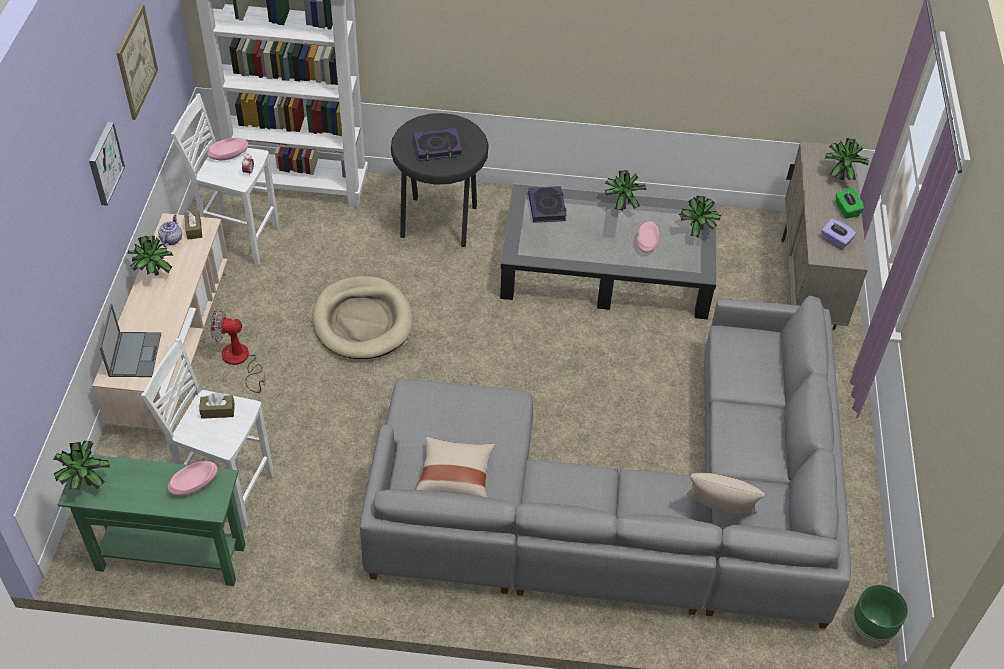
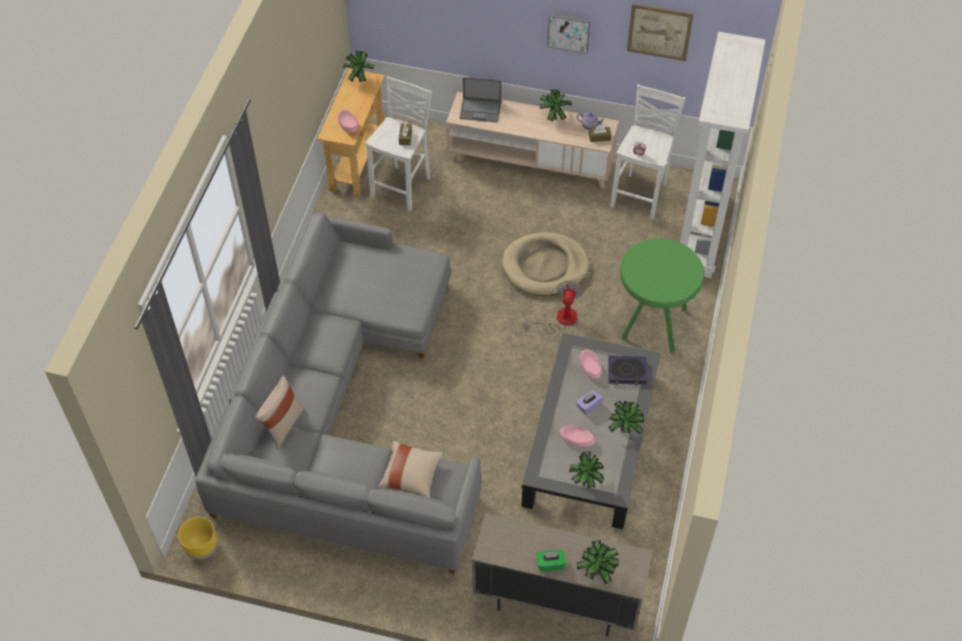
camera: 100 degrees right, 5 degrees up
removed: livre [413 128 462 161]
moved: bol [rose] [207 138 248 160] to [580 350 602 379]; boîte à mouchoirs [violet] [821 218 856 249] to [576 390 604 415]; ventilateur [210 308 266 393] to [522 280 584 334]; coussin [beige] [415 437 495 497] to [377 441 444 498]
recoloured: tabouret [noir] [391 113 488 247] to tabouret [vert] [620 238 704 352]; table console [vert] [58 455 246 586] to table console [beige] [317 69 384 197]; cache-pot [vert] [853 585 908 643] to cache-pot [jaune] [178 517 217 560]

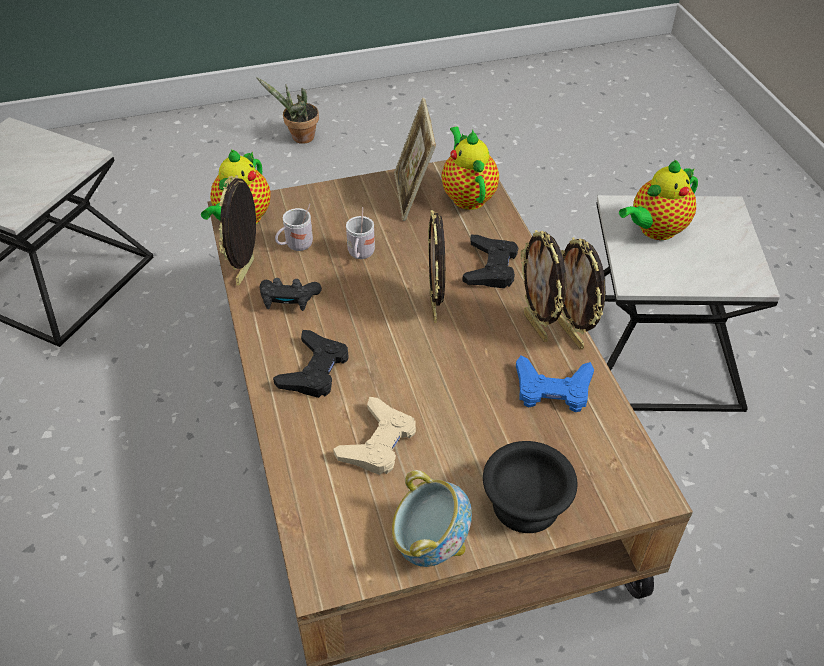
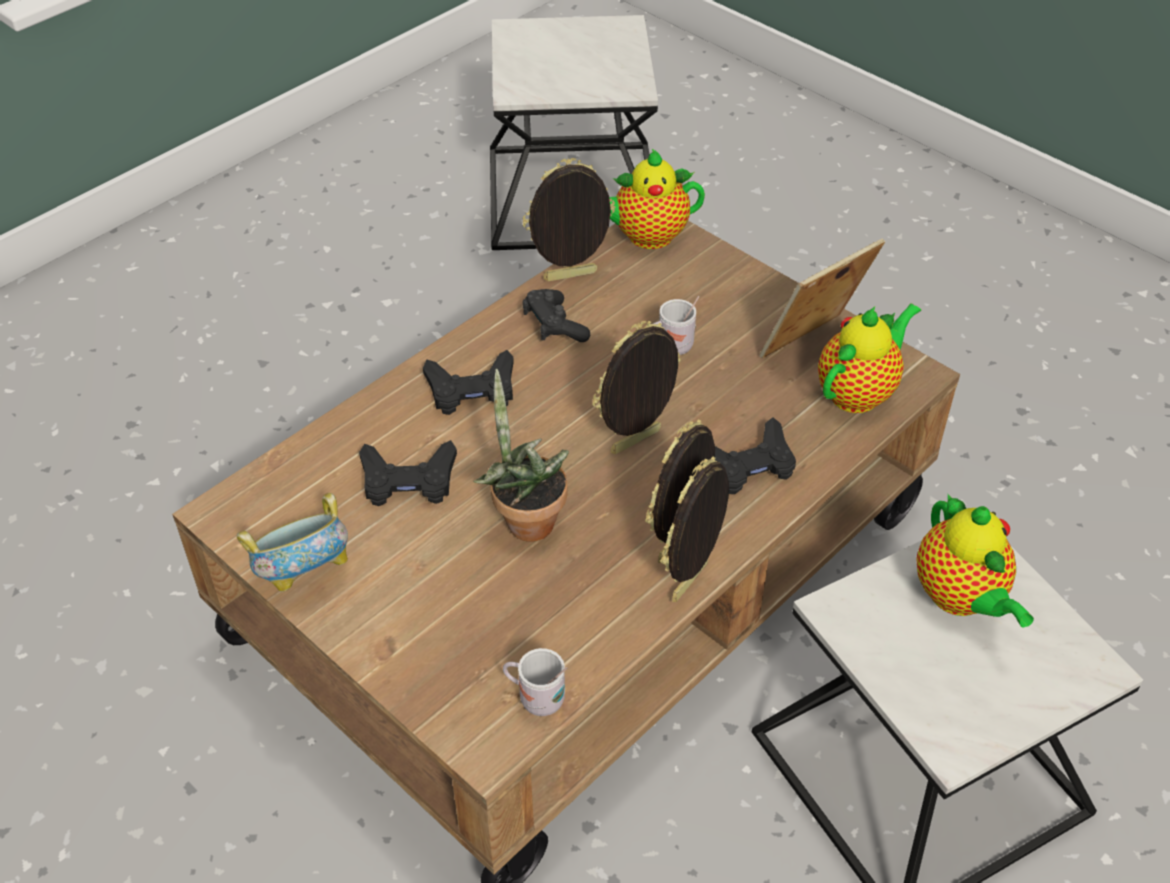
camera: 60 degrees right, 0 degrees up
removed: manette [bleu] [516 355 594 412]; bol [noir] [483 441 578 533]
moved: plante en pot [256 77 319 144] to [473 369 569 542]; mug [blanc] [275 203 313 251] to [503 648 567 716]
recoloured: manette [beige] [333 397 416 475] to manette [noir] [359 440 457 506]
turned: théière [619 160 698 240] = [916 494 1034 628] 135 degrees counterclockwise

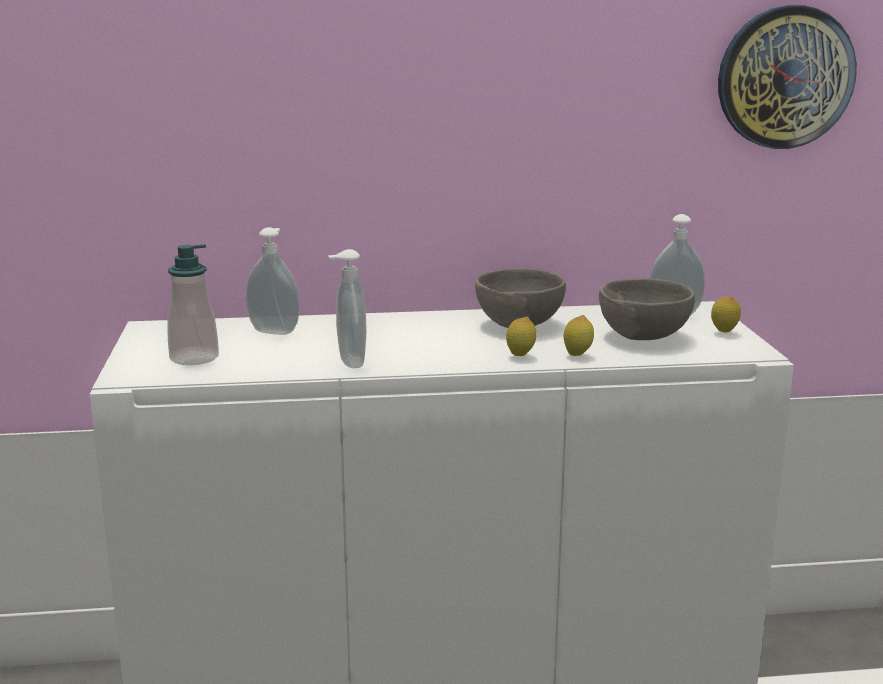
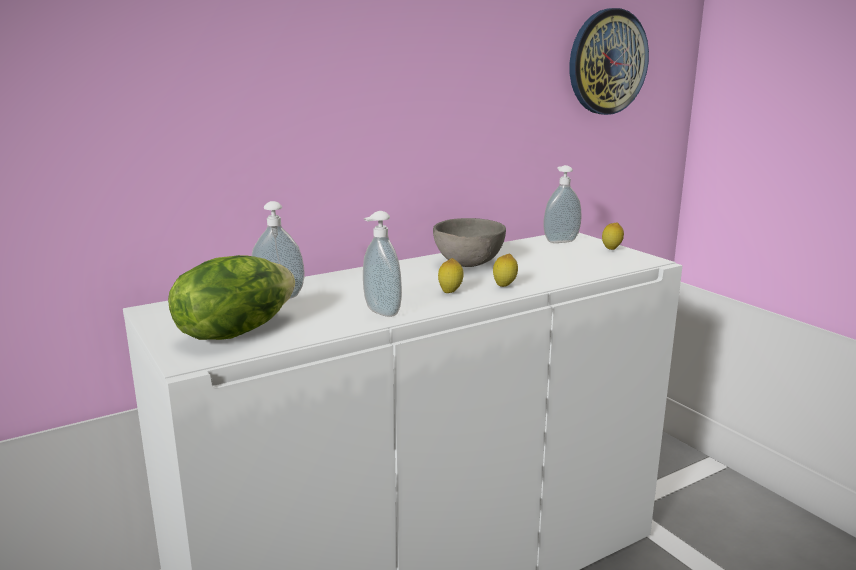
camera: 25 degrees left, 0 degrees up
removed: bol [gris] [599 278 695 340]
moved: citron [564 315 594 356] to [438 258 463 293]
replaced: distributeur de savon [167 244 219 365] to laitue [168 255 295 340]

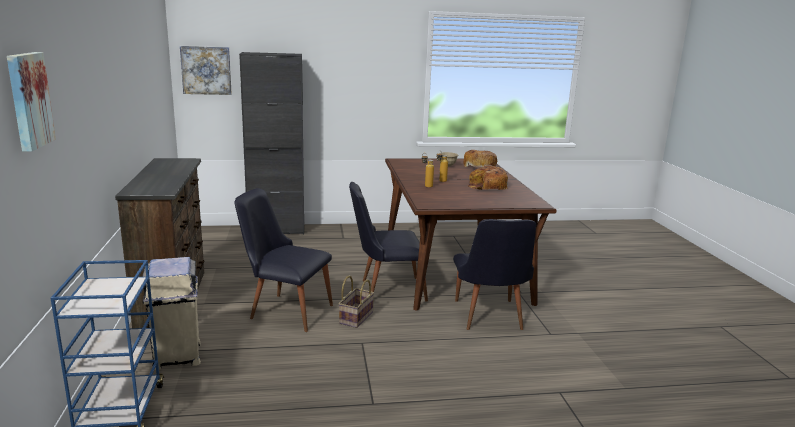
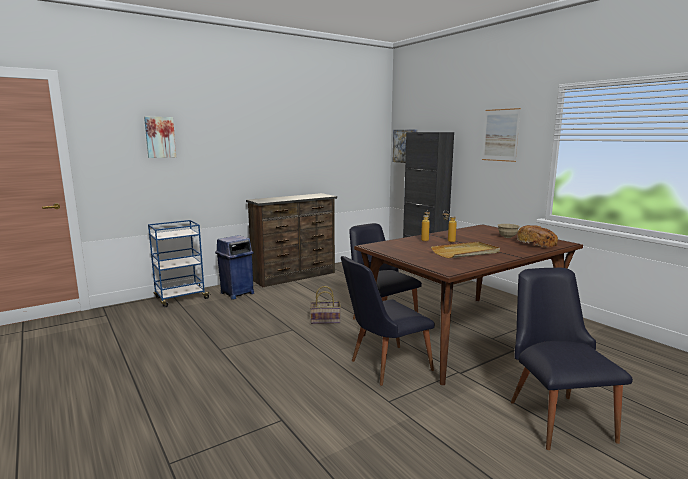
camera: 65 degrees right, 5 degrees down
added: tableau [482 108 521 162]
moved: chaise [noir] [235 188 333 332] to [511 268 633 450]
replaced: pain [468 166 508 190] to plateau [beige] [431 242 500 258]
recoloured: poubelle [beige] [142 257 201 370] to poubelle [bleu] [215 235 254 300]

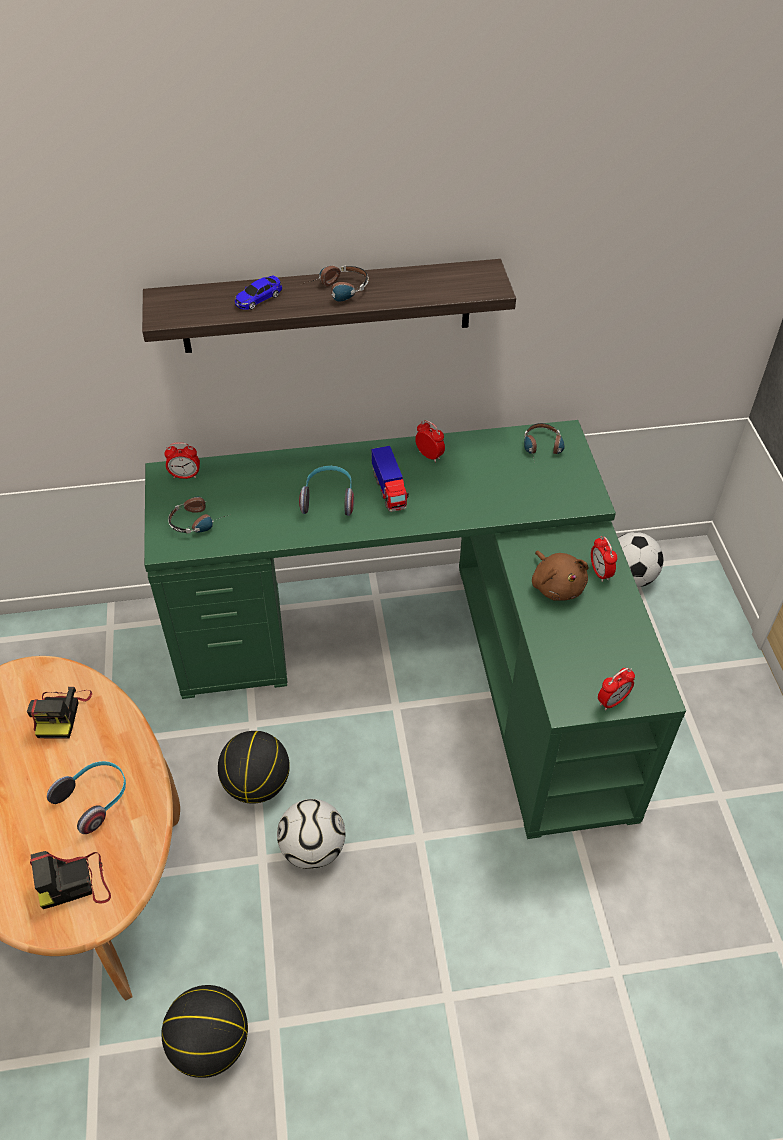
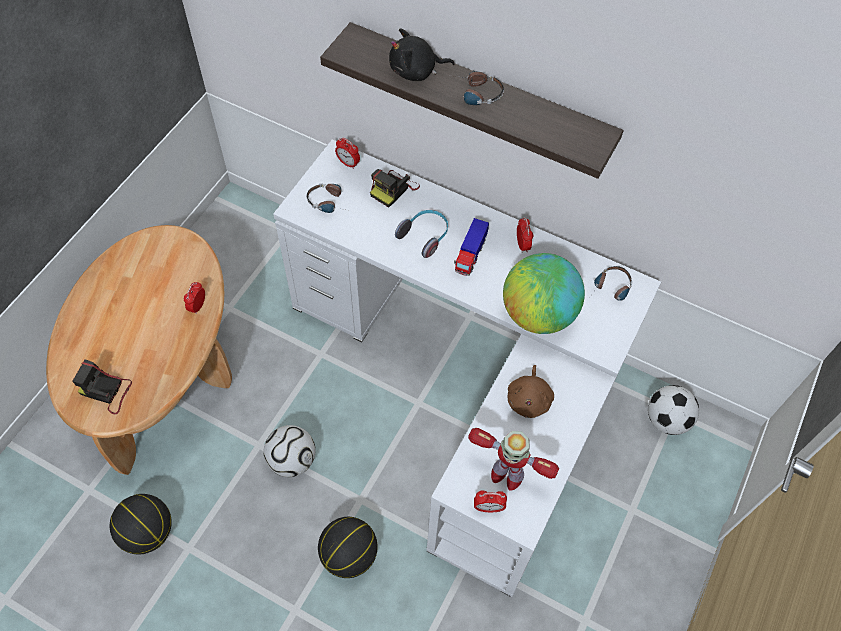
camera: 35 degrees right, 10 degrees up
removed: casque audio [47 761 126 834]
added: globe [503 253 585 334]; robot jouet [468 428 559 491]
moved: réveil [591 536 617 582] to [184 282 205 314]; appareil photo [27 687 92 739] to [370 169 420 208]; ballon de basket [218 731 290 804] to [318 517 378 578]
replaced: petite voiture [235 275 282 310] to peluche [noir] [389 28 454 81]
recoloured: bureau [vert] [144 420 686 839] to bureau [blanc] [273 139 661 597]

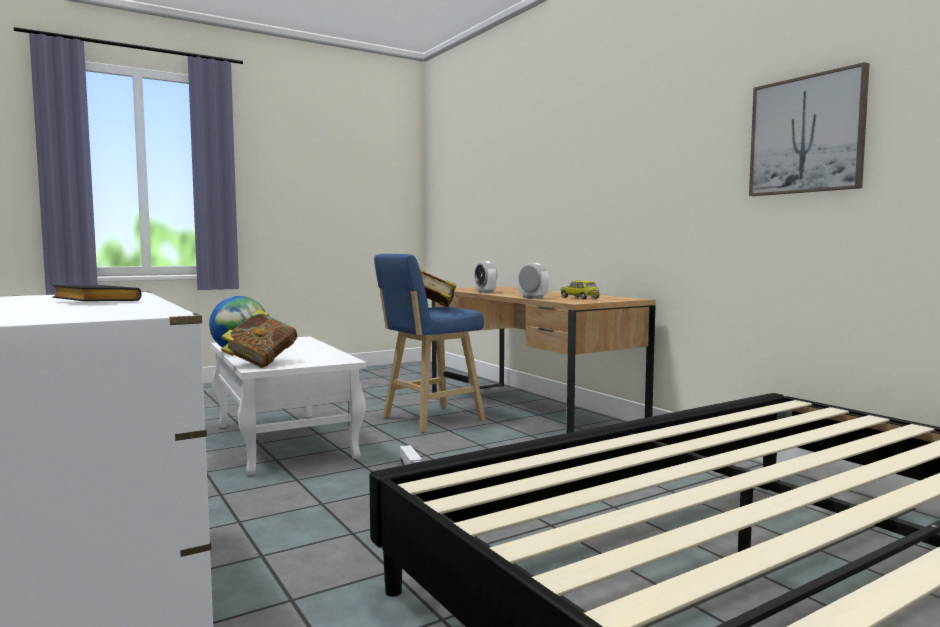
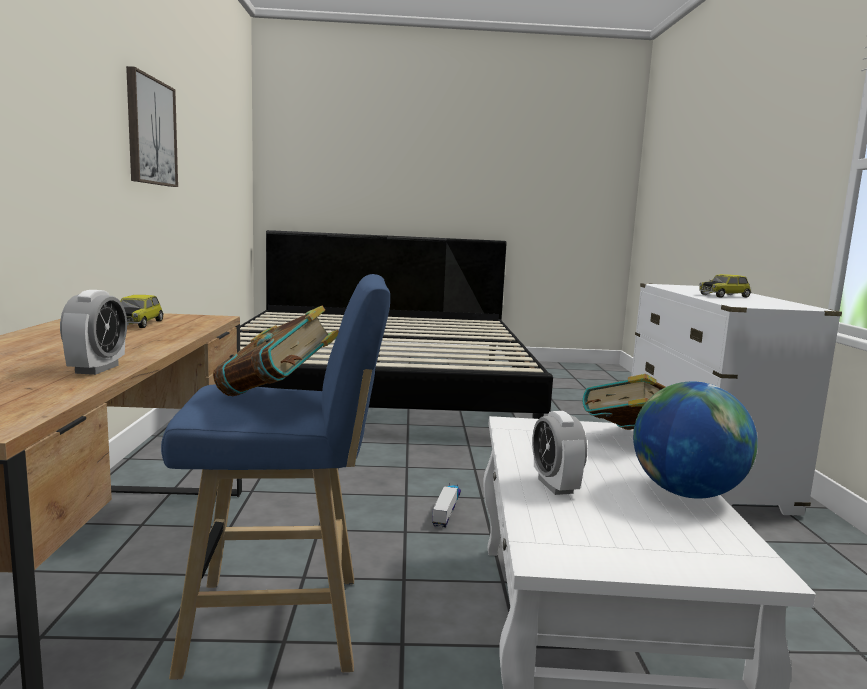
camera: 150 degrees left, 5 degrees up
moved: réveil [518 263 549 299] to [532 411 587 495]
replaced: livre [noir] [53 285 142 301] to petite voiture [699 274 752 298]

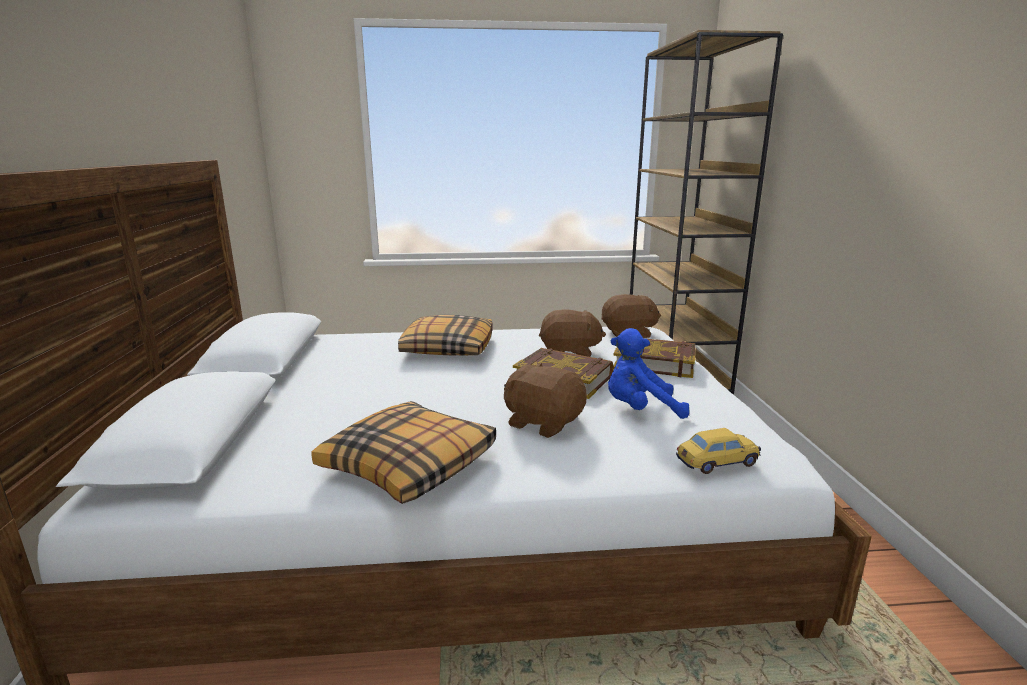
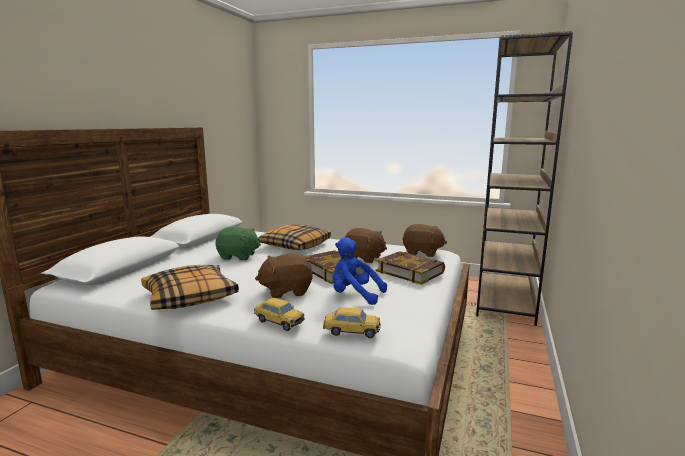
camera: 25 degrees right, 5 degrees down
added: peluche [vert] [215 227 261 260]; petite voiture [254 298 305 331]
turned: peluche [marron] [504 363 587 438] = [255 254 313 298] 75 degrees counterclockwise

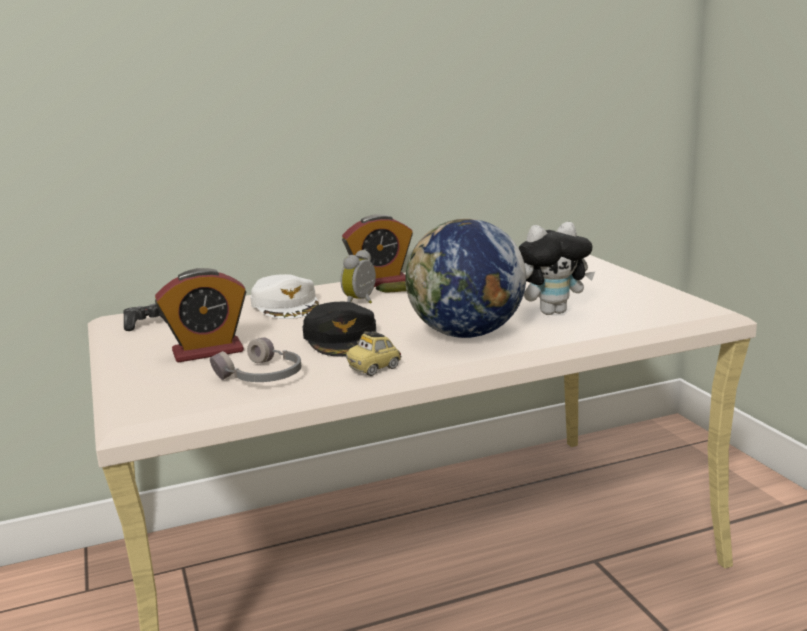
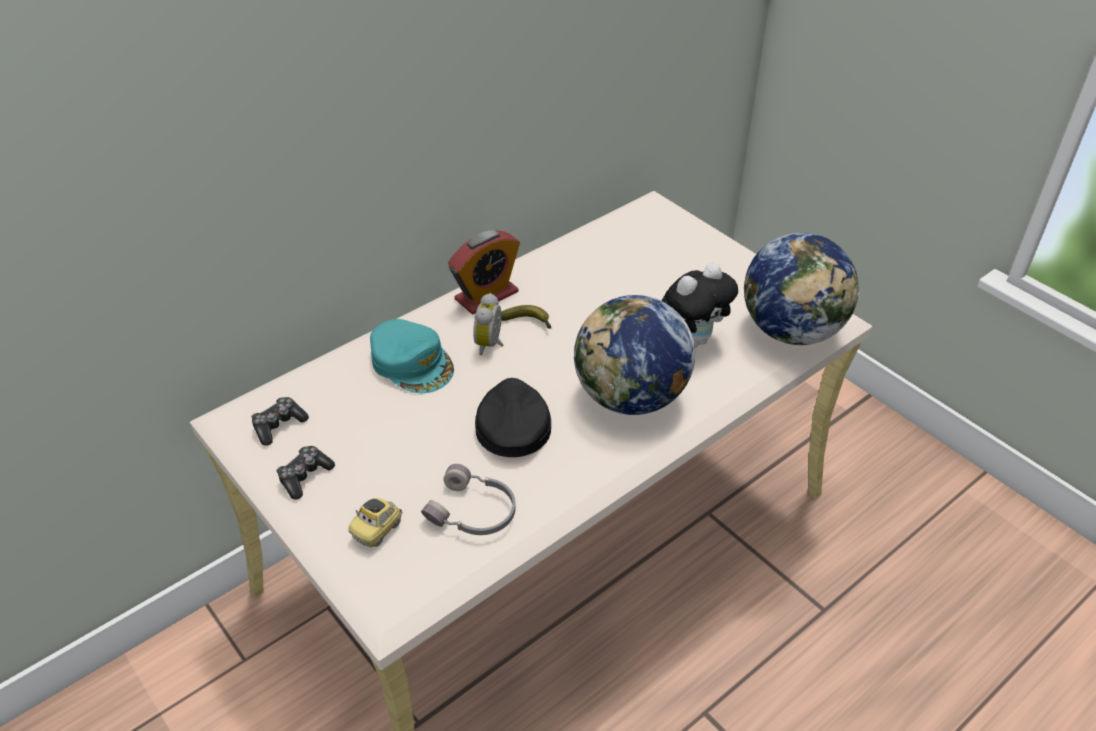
camera: 20 degrees left, 25 degrees up
removed: réveil [155 268 246 362]
added: globe [744 233 860 345]; manette [276 446 335 500]
moved: petite voiture [346 331 402 376] to [348 498 402 547]
recoloured: casquette [blanc] [250 274 319 319] to casquette [turquoise] [370 319 454 393]
turned: casquette [noir] [303 302 376 356] = [475 378 551 457] 150 degrees counterclockwise

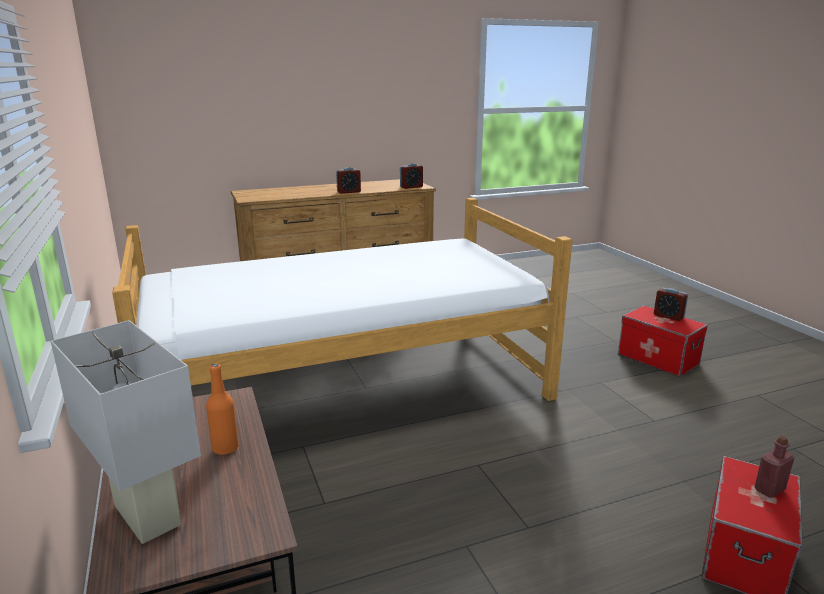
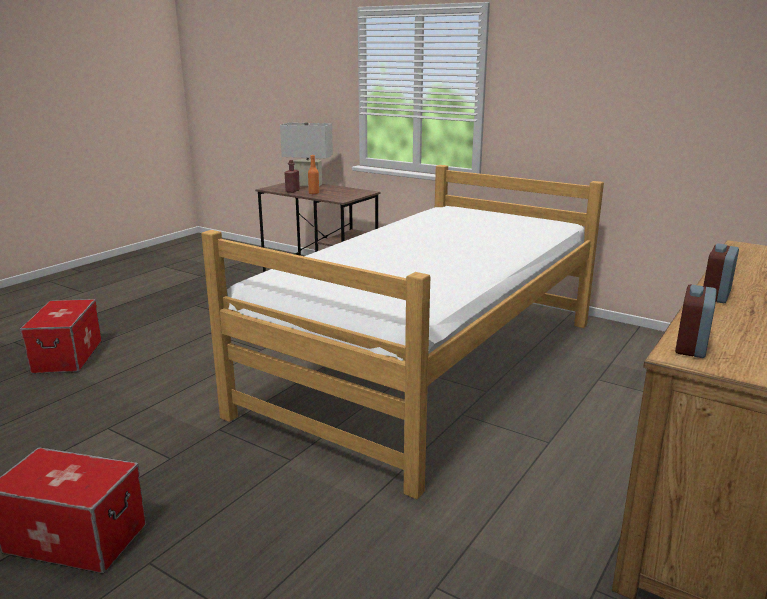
camera: 145 degrees right, 0 degrees up
removed: réveil [654 288 688 321]
moved: bouteille [rouge] [755 436 794 498] to [284 160 300 193]

